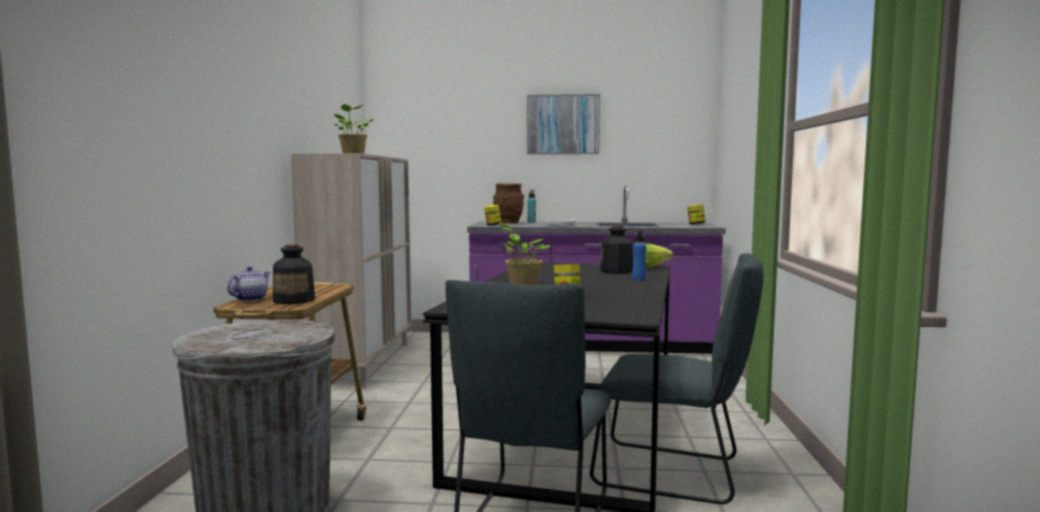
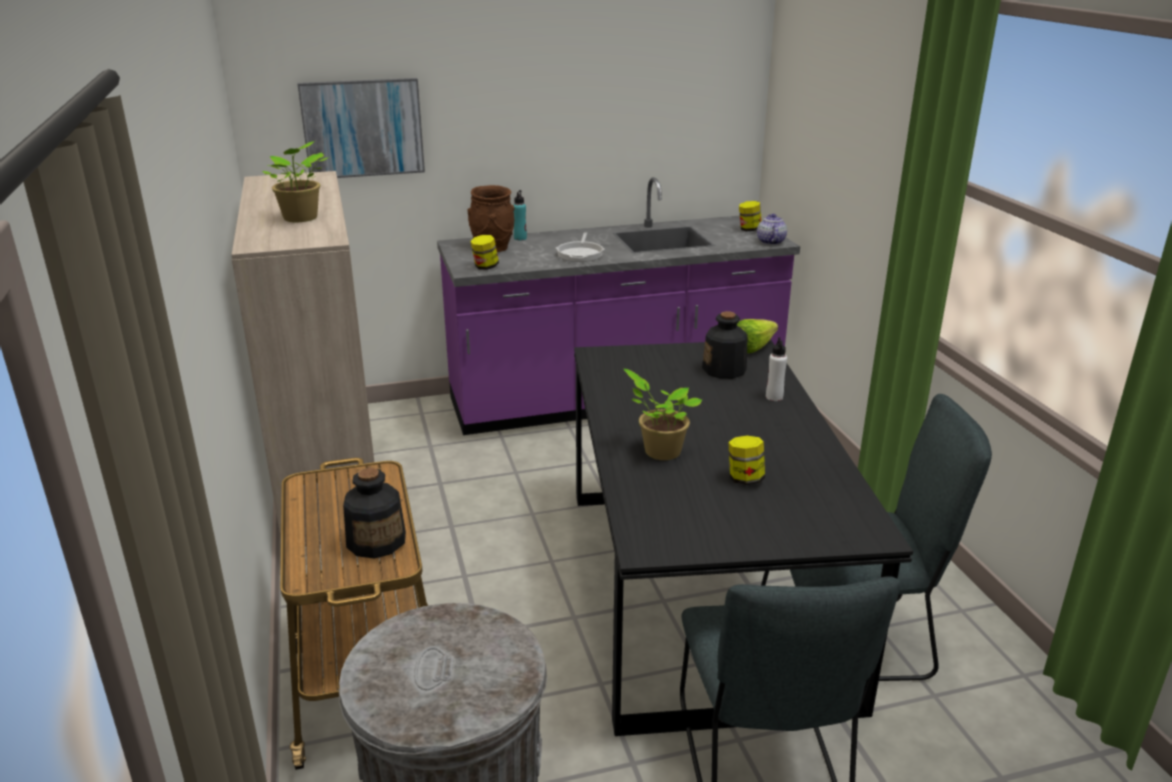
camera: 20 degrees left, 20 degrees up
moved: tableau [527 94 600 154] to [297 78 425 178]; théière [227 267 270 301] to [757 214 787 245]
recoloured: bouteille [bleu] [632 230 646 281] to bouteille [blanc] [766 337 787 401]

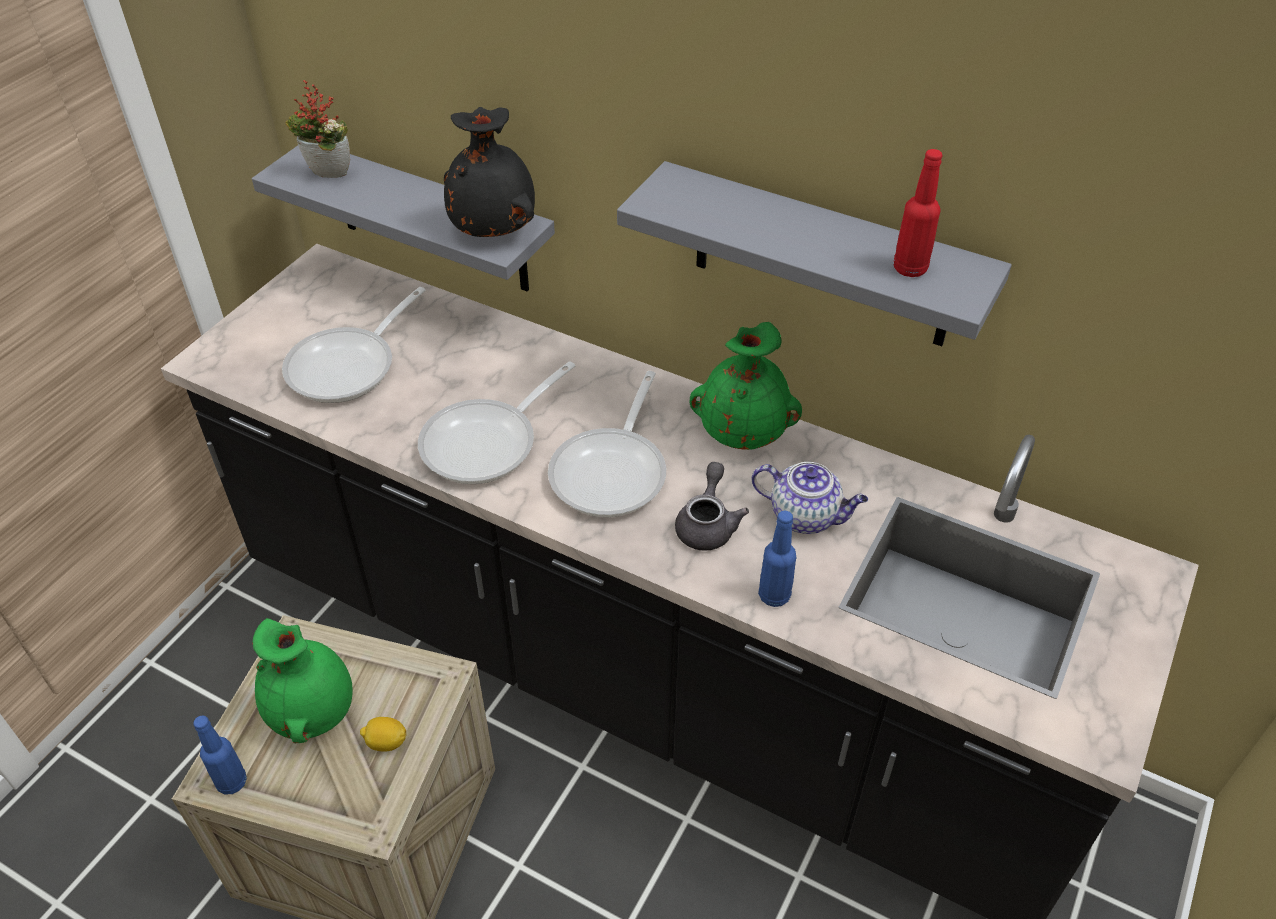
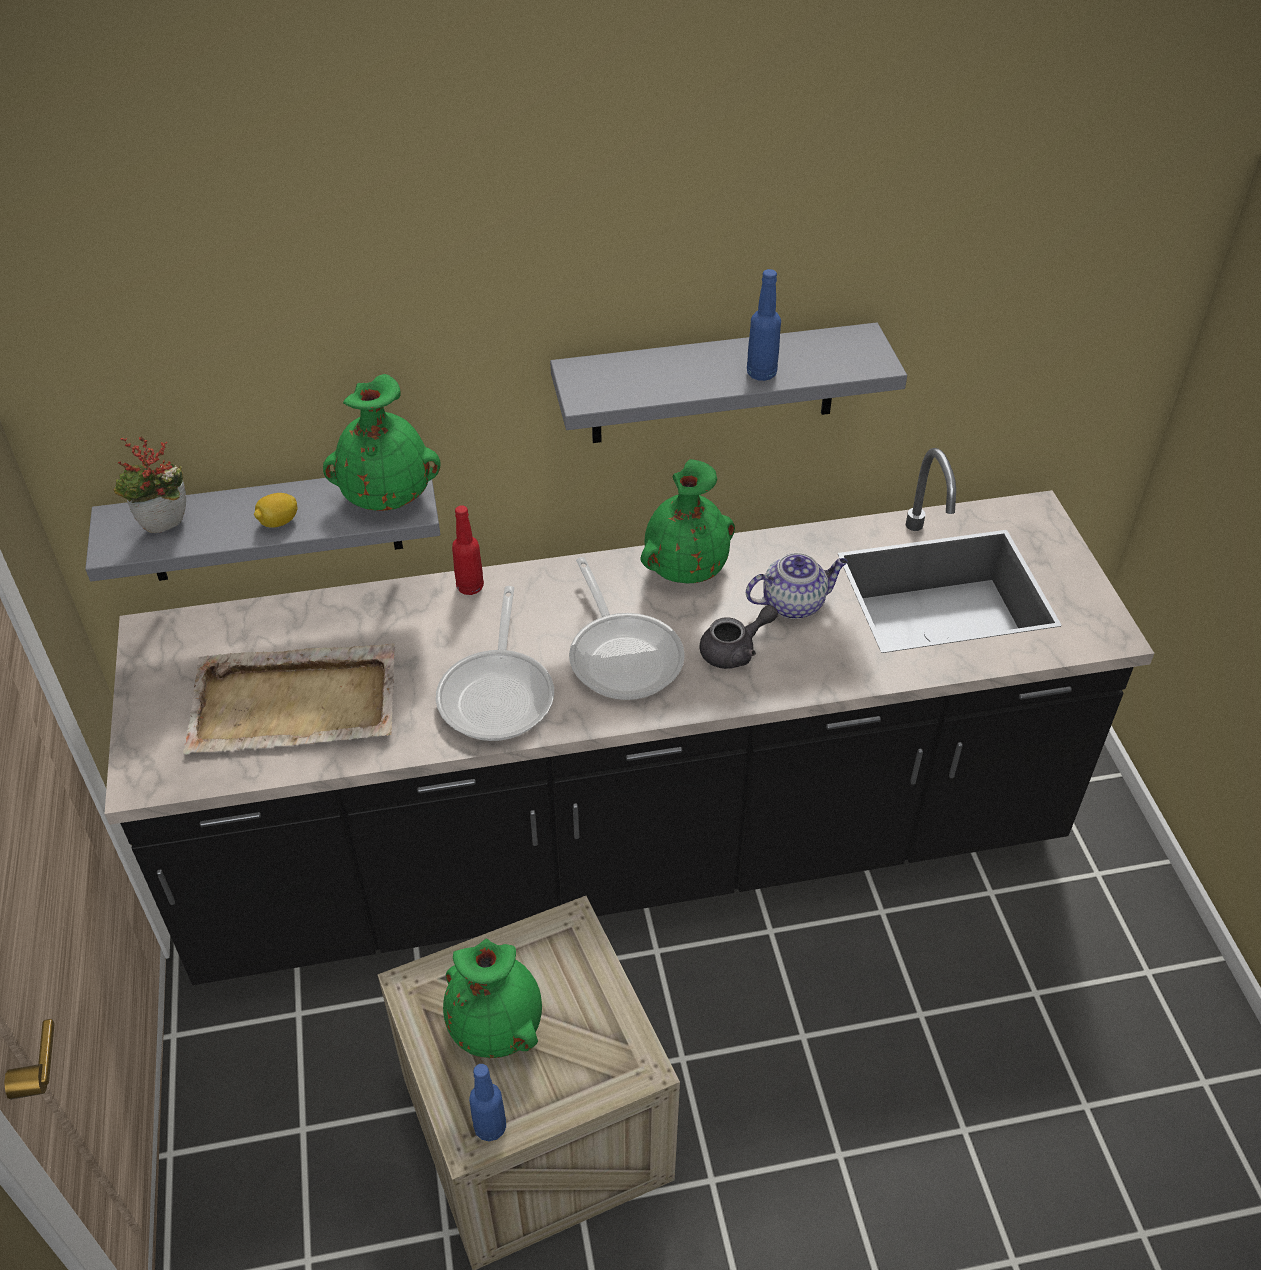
camera: 40 degrees left, 0 degrees up
moved: bouteille [rouge] [894 149 943 277] to [452 505 484 595]; bouteille [bleu] [758 511 796 607] to [747 269 781 381]; citron [360 717 407 751] to [254 493 297 528]
replaced: poêle [282 287 426 403] to plateau [beige] [183 643 395 755]
recoloured: vase [noir] [444 107 535 237] to vase [vert] [323 374 441 511]
turned: théière [gris] [675 462 749 551] = [699 605 778 669] 90 degrees clockwise

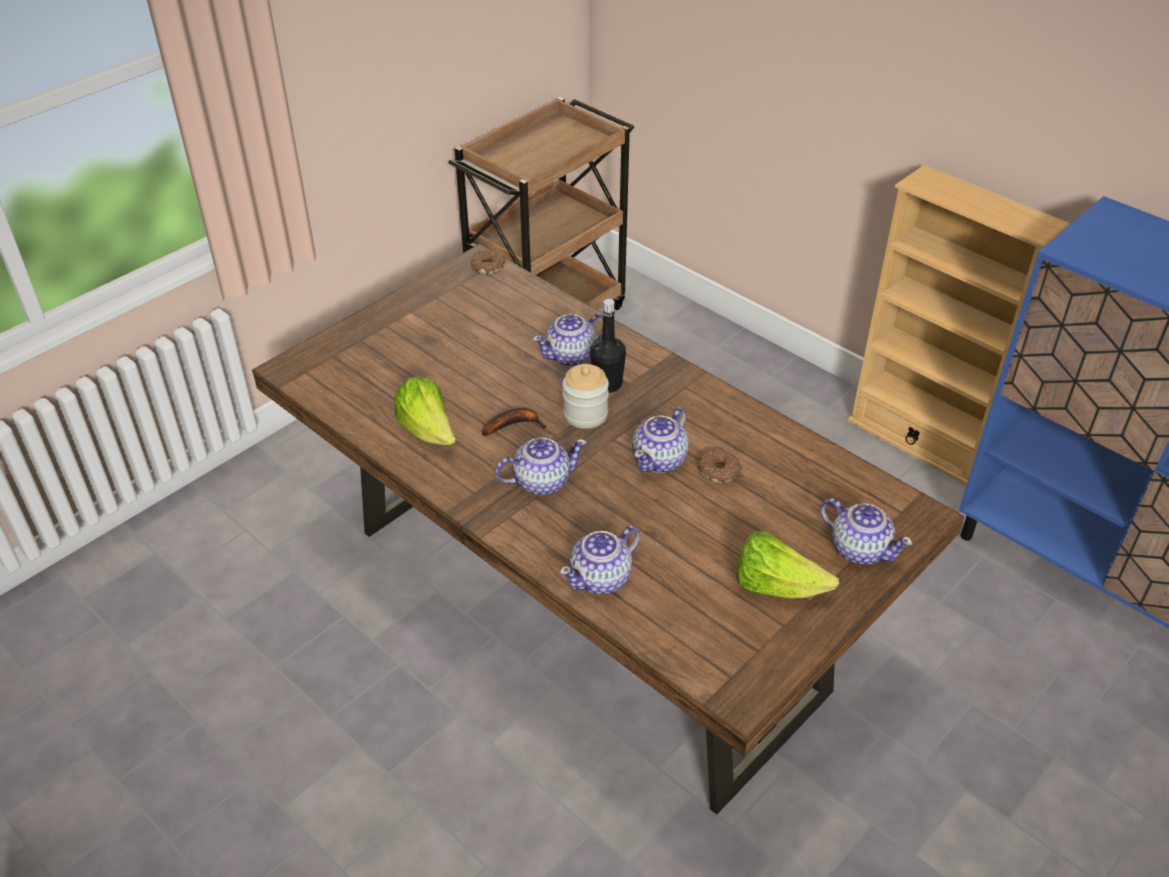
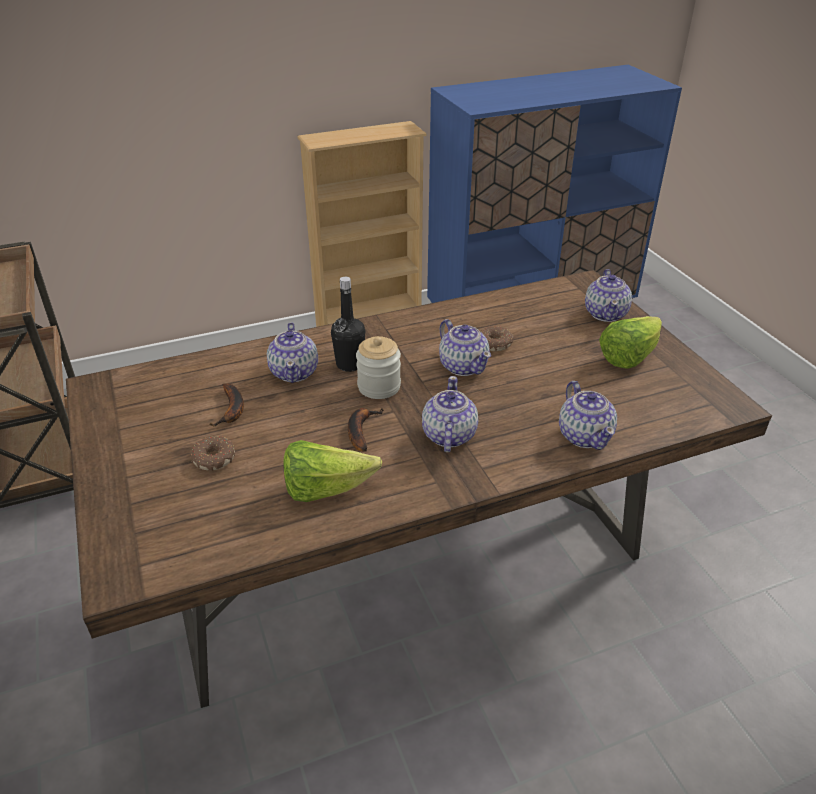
camera: 65 degrees left, 5 degrees down
added: banane [209 384 244 426]
moved: beignet [471 249 506 275] to [191 436 235 471]
turned: théière [820 498 913 565] = [585 269 632 322] 120 degrees clockwise

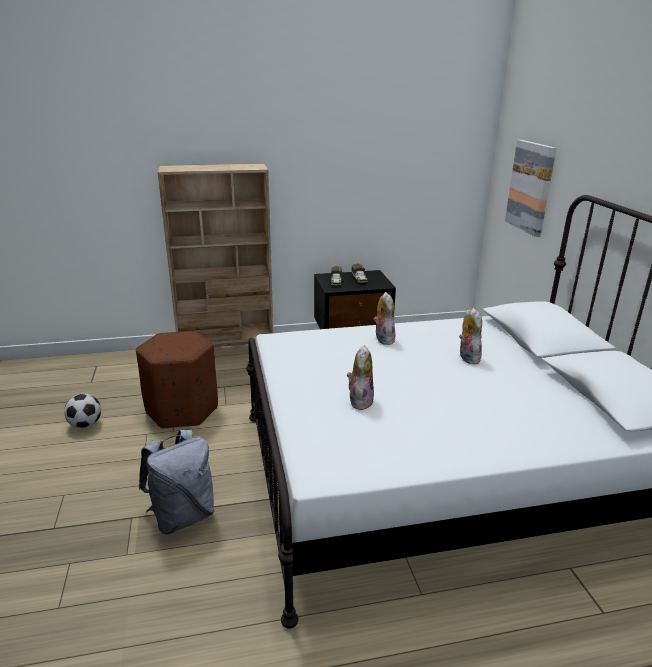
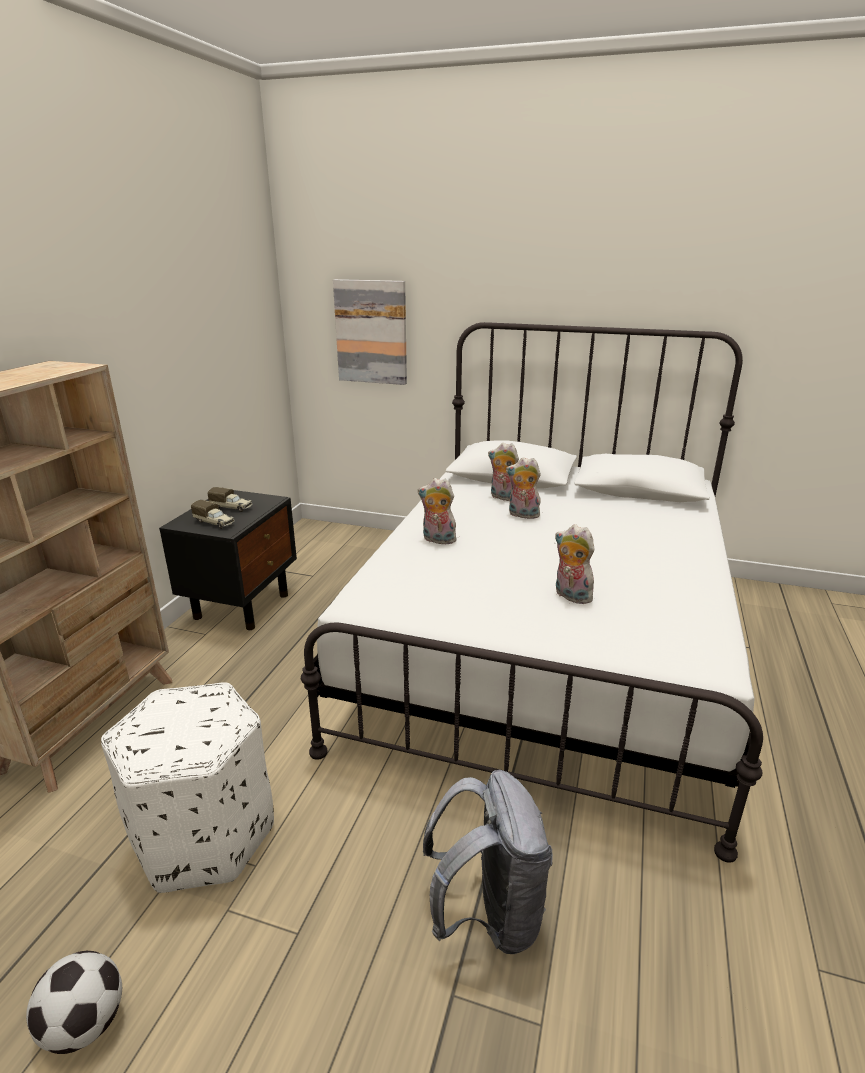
camera: 60 degrees left, 0 degrees up
added: peluche [488 443 519 501]
recoloured: pouf [marron] [136 331 218 429] to pouf [blanc] [101 682 274 893]

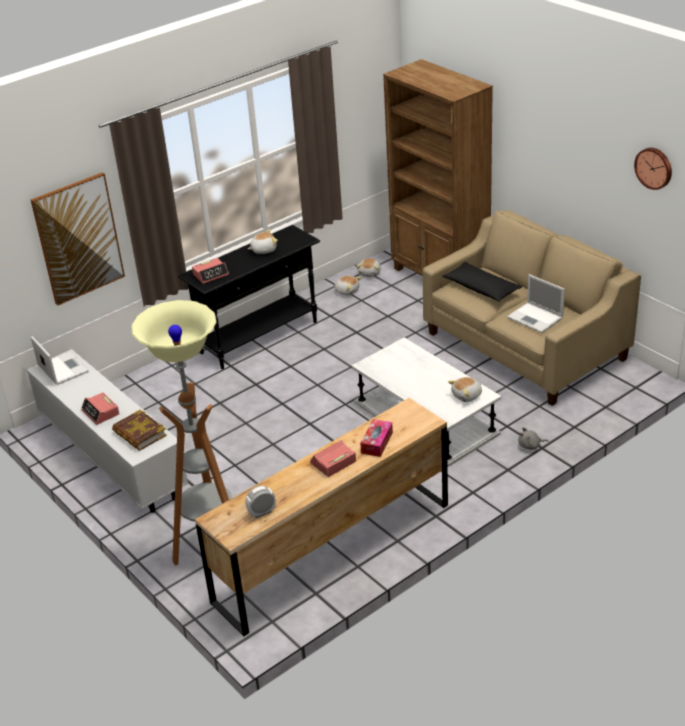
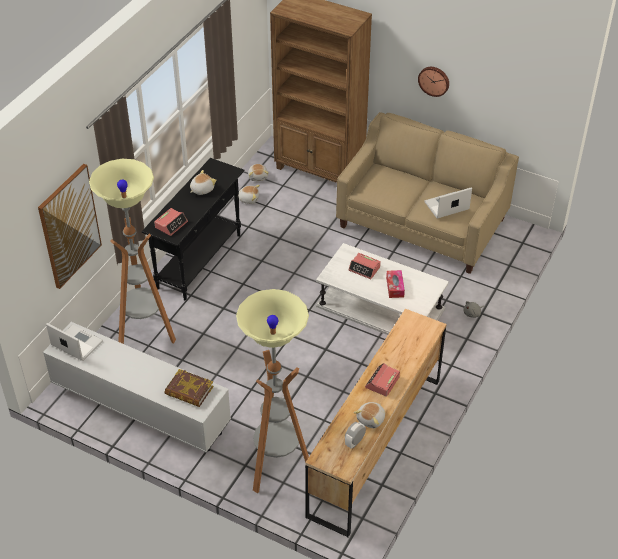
camera: 25 degrees left, 10 degrees up
removed: coussin [noir] [442 262 522 302]
added: lampadaire [89 159 176 344]
moved: horloge murale [634 148 672 190] to [418 67 449 97]; peluche [448 377 482 402] to [354 402 385 428]; réveil [81 392 119 425] to [348 253 381 279]; boîte à mouchoirs [360 419 393 457] to [386 270 405 298]
turned: ordinateur portable [507 274 565 333] = [424 187 472 218] 135 degrees clockwise

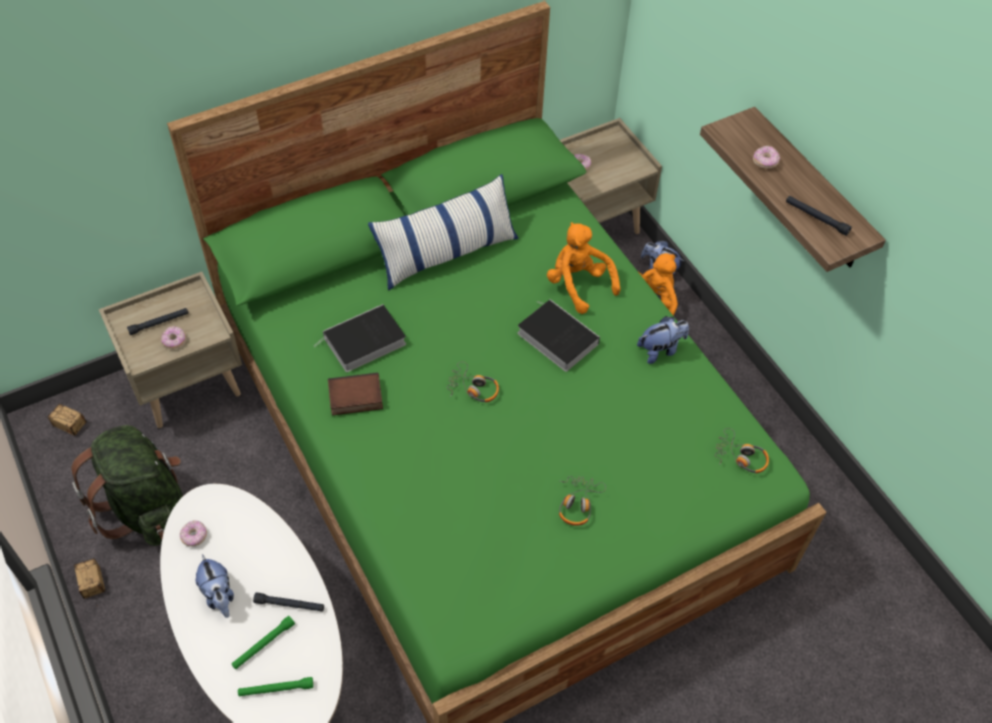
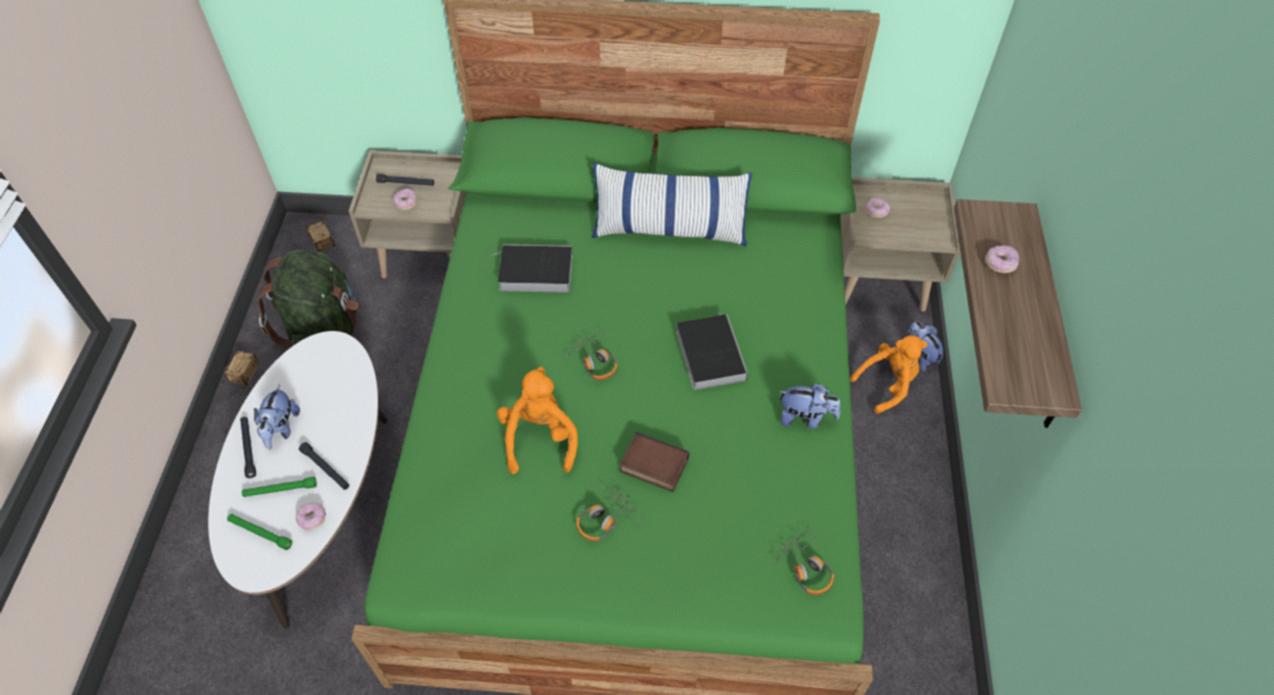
camera: 35 degrees right, 0 degrees up
moved: lampe de poche [noir] [786 196 852 236] to [240 417 256 478]; peluche [orange] [547 222 621 314] to [497 367 578 474]; livre [328 373 383 415] to [619 432 689 492]; beignet [180 520 207 547] to [296 502 326 530]

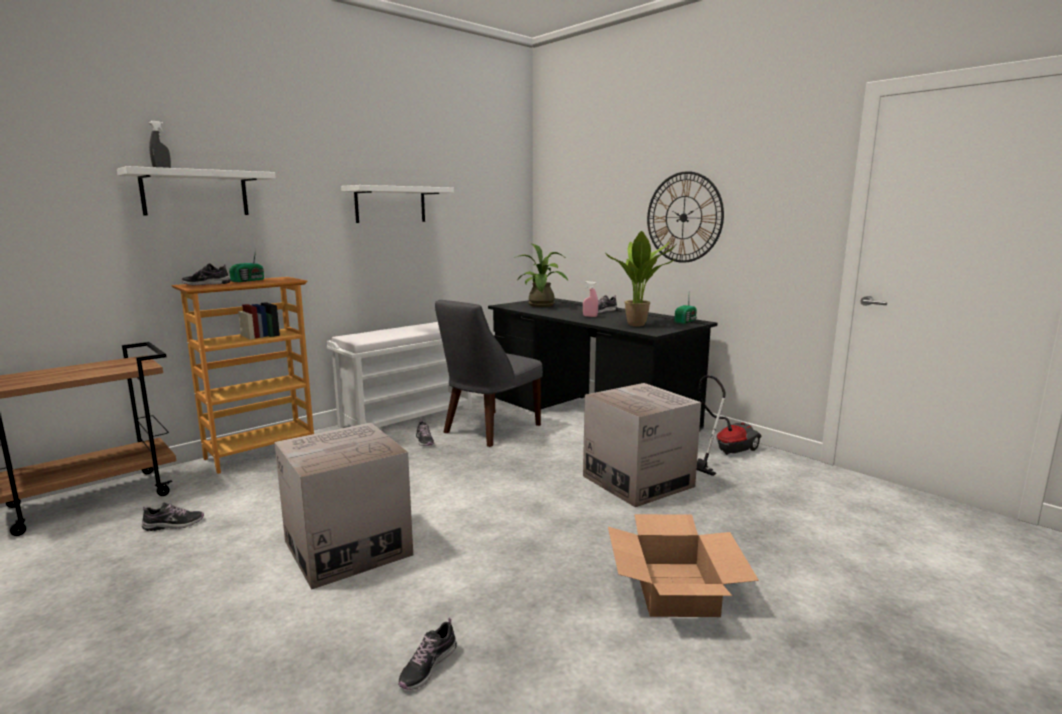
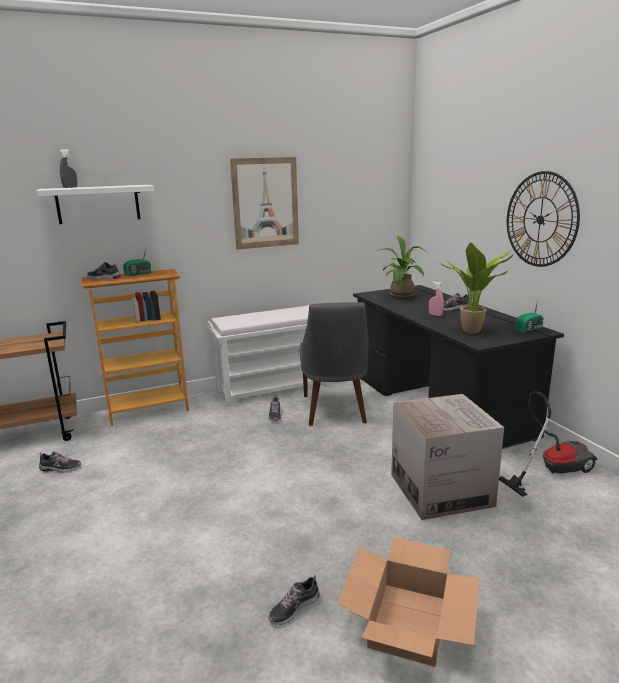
camera: 20 degrees right, 5 degrees up
removed: carton [274 423 413 590]
moved: chaussure [398 618 457 690] to [268 574 319 625]
replaced: étagère [blanc] [341 185 454 223] to tableau [230 157 299 250]
turned: chaise [gris] [435 300 543 447] = [300 302 369 426] 60 degrees counterclockwise

